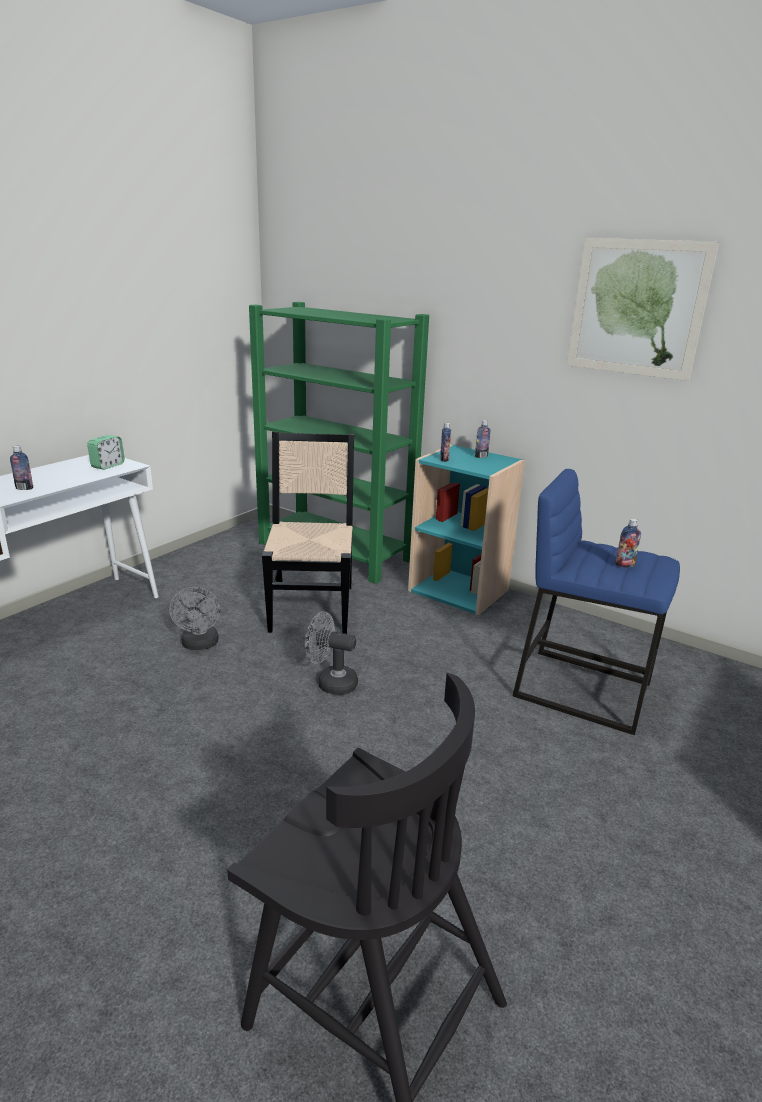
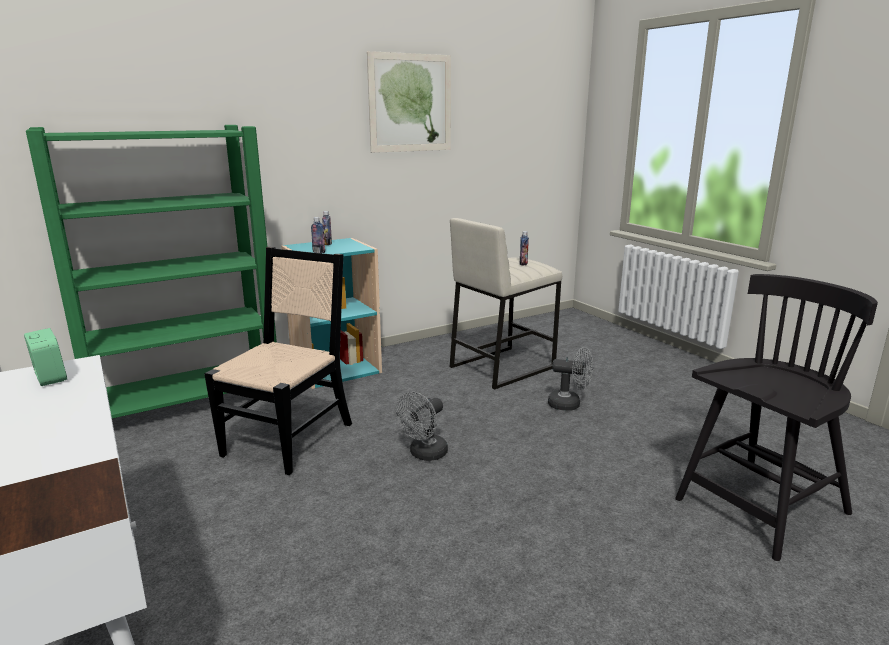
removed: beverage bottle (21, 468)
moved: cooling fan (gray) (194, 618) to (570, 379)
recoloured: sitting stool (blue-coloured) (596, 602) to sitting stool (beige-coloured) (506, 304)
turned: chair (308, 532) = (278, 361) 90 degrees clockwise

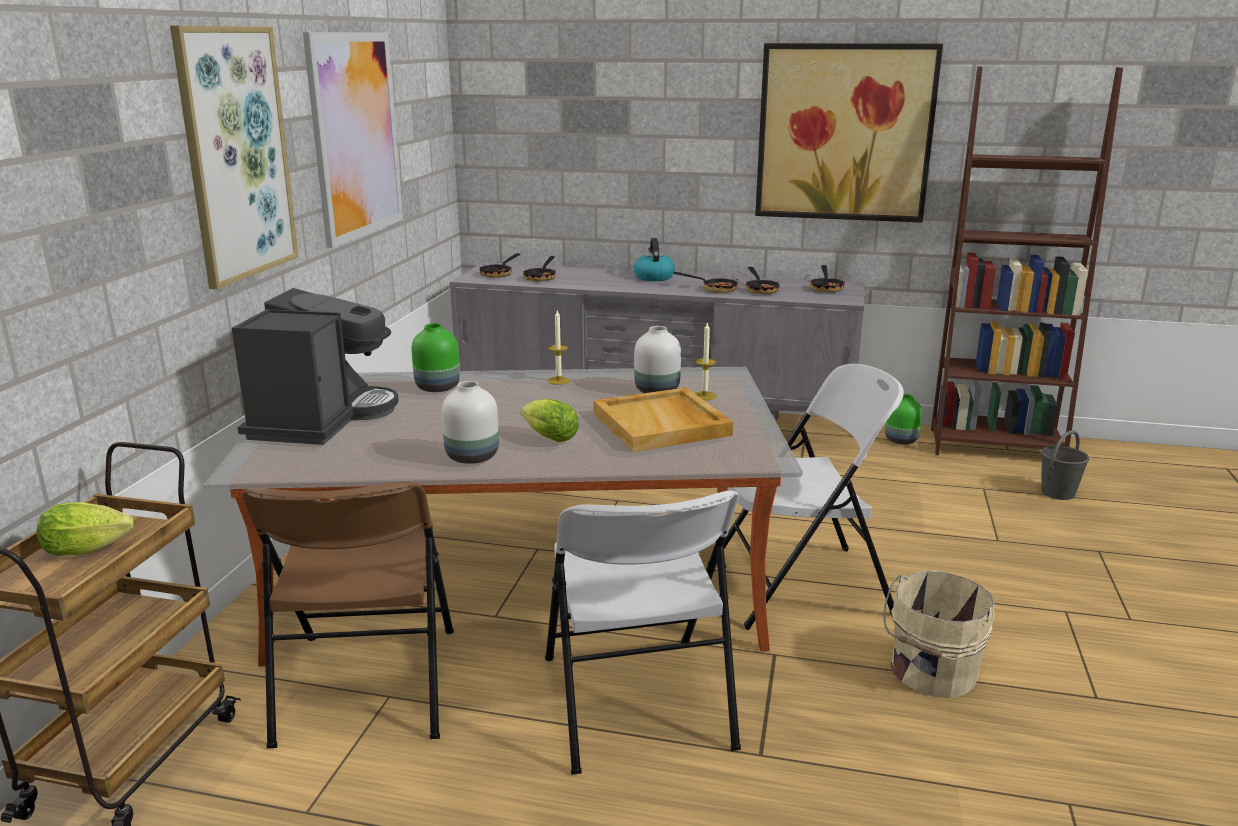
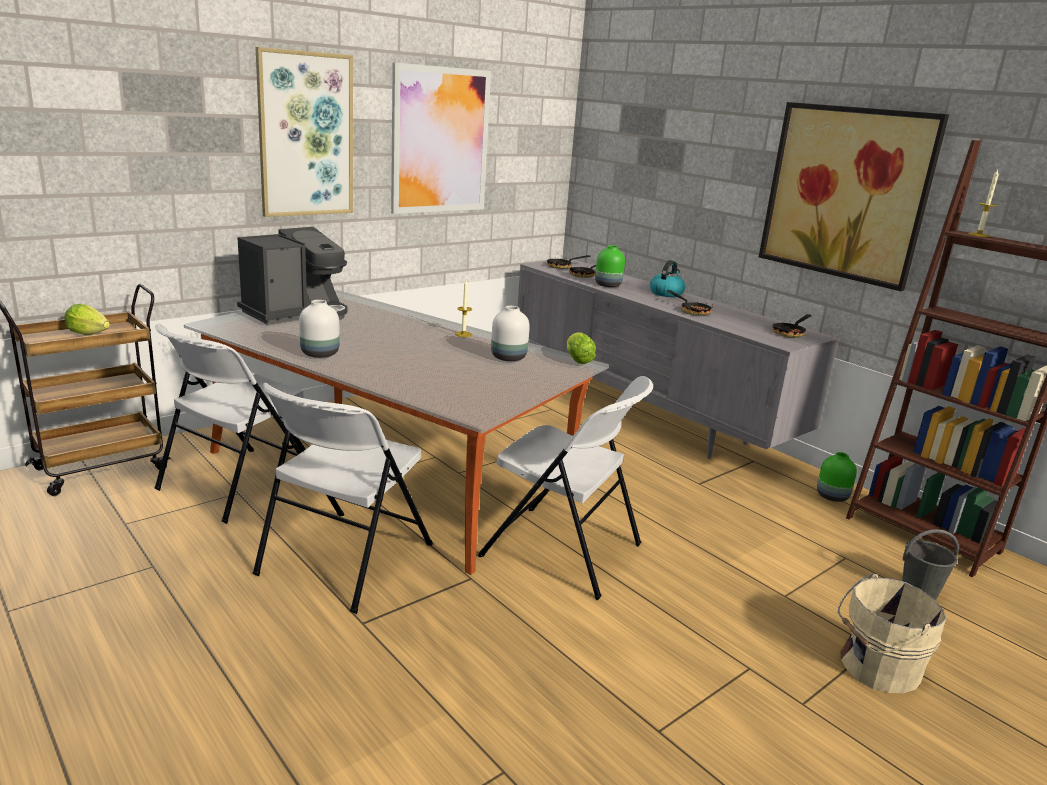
removed: serving tray (beige-coloured) (663, 419); pan (762, 280)
moved: decorative vase (green-coloured) (435, 357) to (610, 266); head of lettuce (550, 420) to (581, 348); candle (706, 361) to (983, 203); bucket (beige-coloured) (939, 634) to (892, 633)
recoloured: chair (brown-coloured) (348, 615) to chair (whitish) (229, 423)

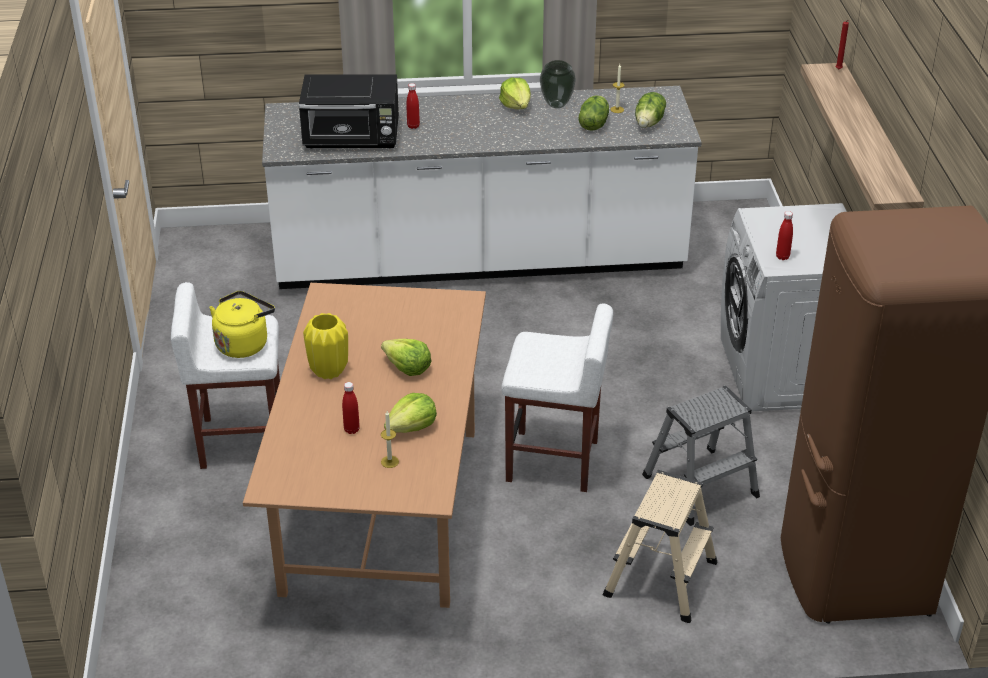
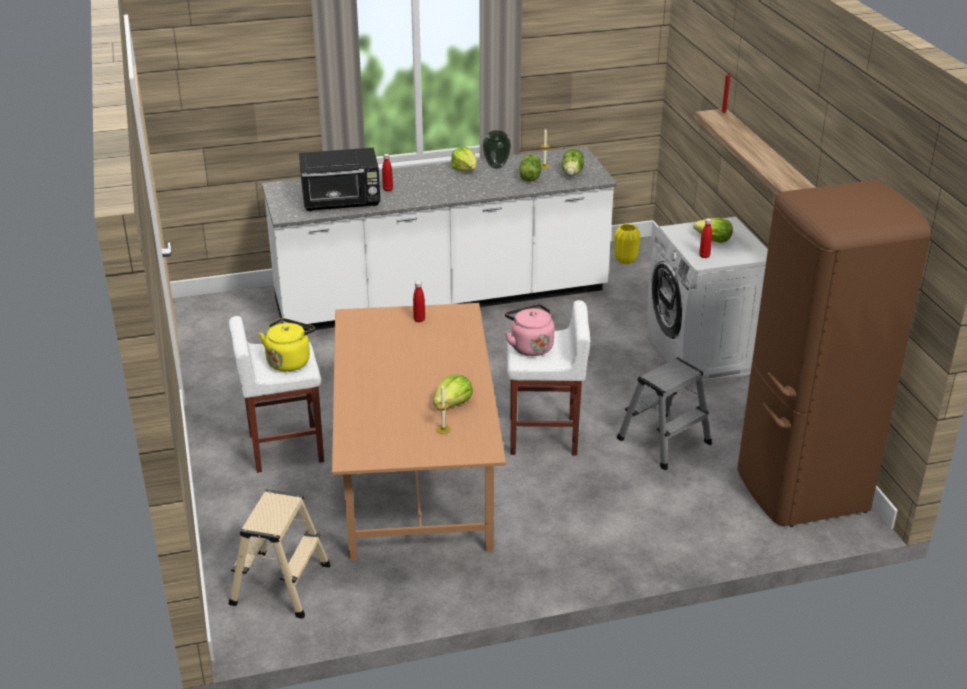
added: tea kettle (pinkish) (530, 330)
moved: decorative vase (yellow-coloured) (325, 346) to (627, 244); beverage bottle (red-coloured) (351, 408) to (419, 301); head of lettuce (406, 357) to (713, 230); step stool (beige-coloured) (660, 546) to (280, 554)

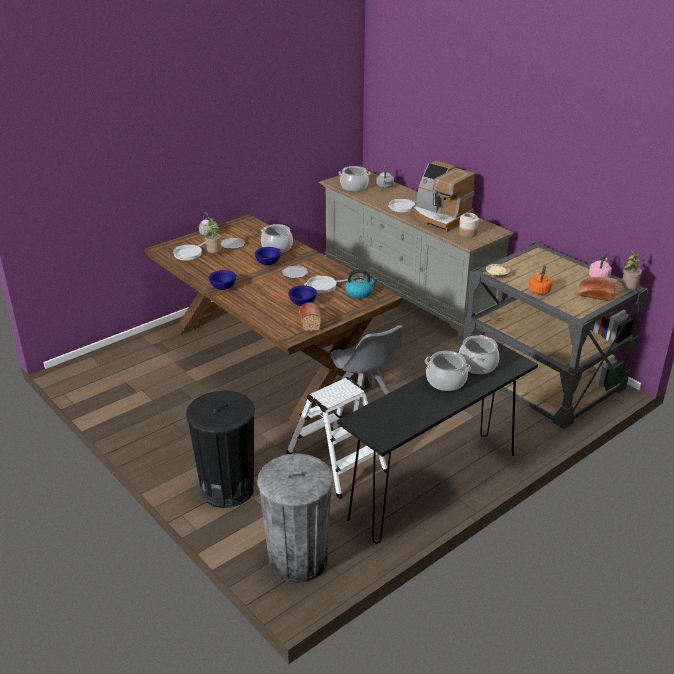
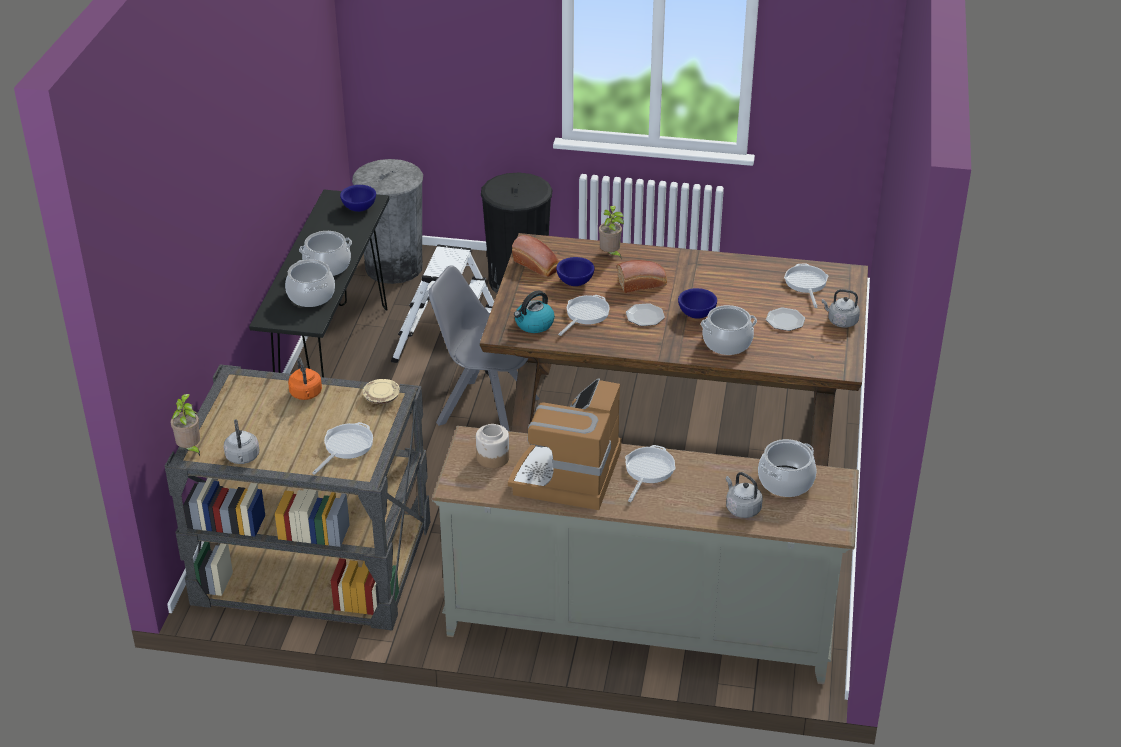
added: pan (342, 448)
moved: houseplant (212, 235) to (611, 233); deep dish (blue-coloured) (222, 280) to (358, 198); bakery bread (597, 289) to (642, 276)
recoloured: tea kettle (pinkish) (600, 265) to tea kettle (gray) (241, 441)
turned: coffee brewer (443, 196) = (565, 444) 75 degrees counterclockwise

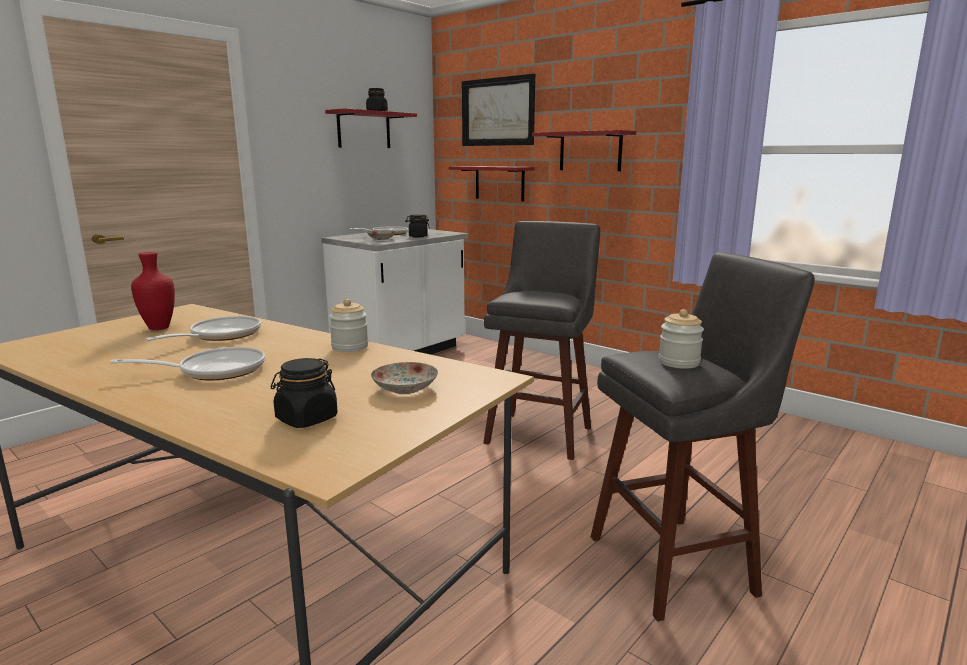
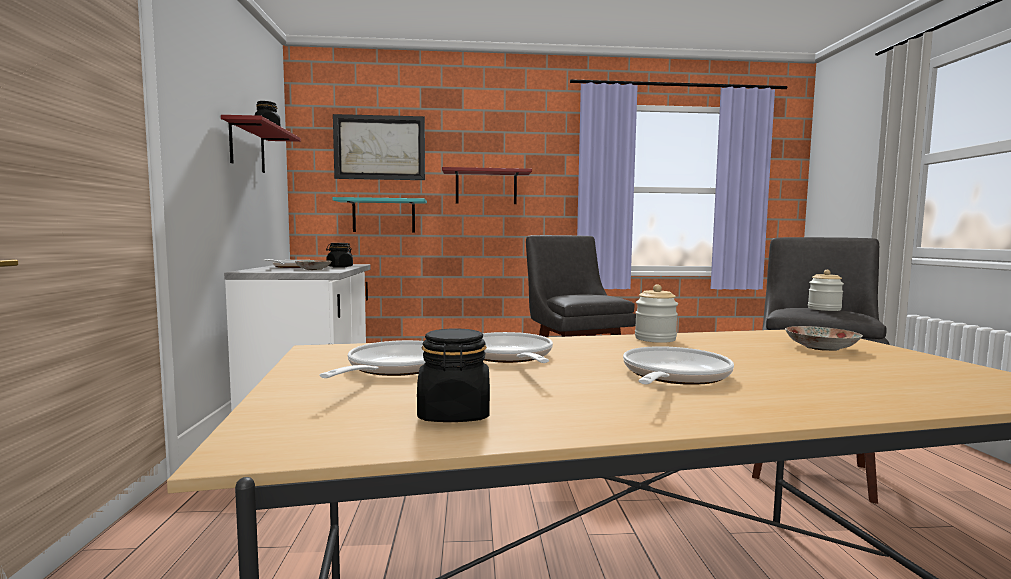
moved: preserve jar (black-coloured) (304, 393) to (453, 375)
replaced: decorative vase (red-coloured) (153, 291) to pan (372, 359)
recoloured: bracket shelf (red-coloured) (492, 183) to bracket shelf (blue-green) (380, 215)

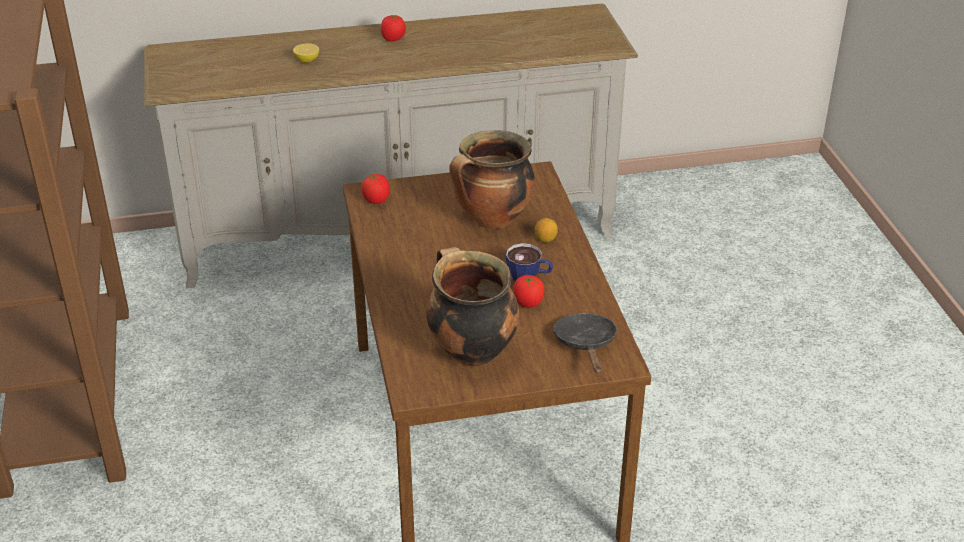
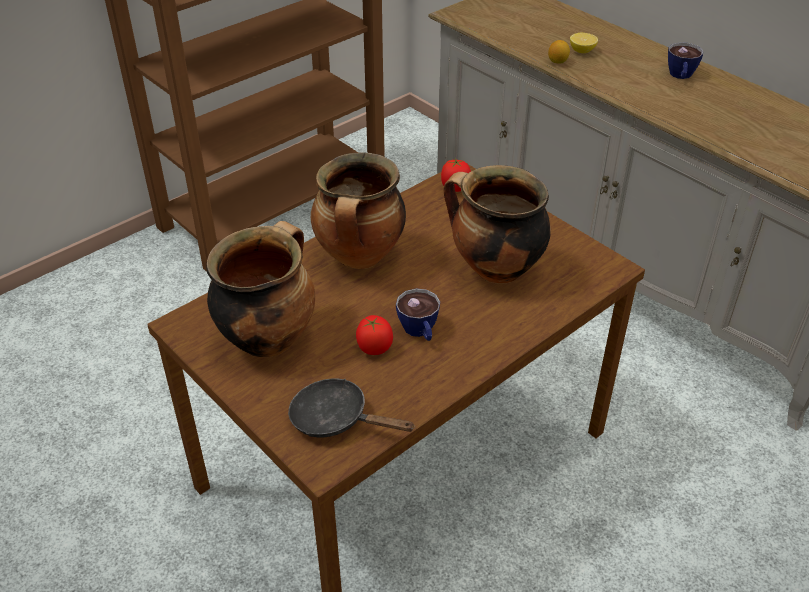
added: stockpot (358, 210)
moved: lemon (546, 230) to (559, 52)
replaced: whole tomato (393, 28) to drinking cup (685, 60)
turned: pan (black-coloured) (585, 343) = (351, 408) 120 degrees counterclockwise

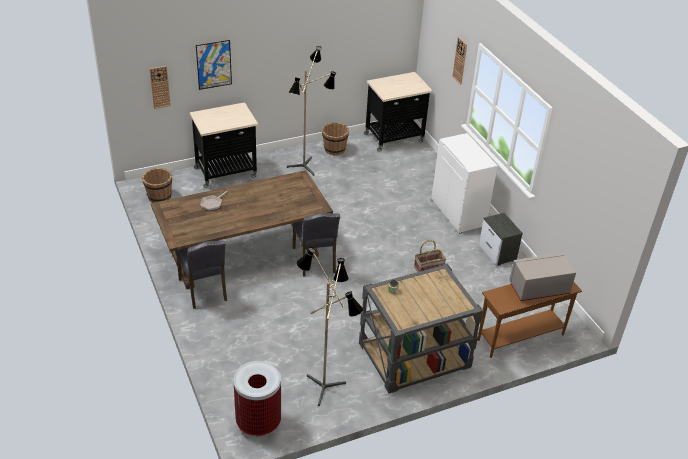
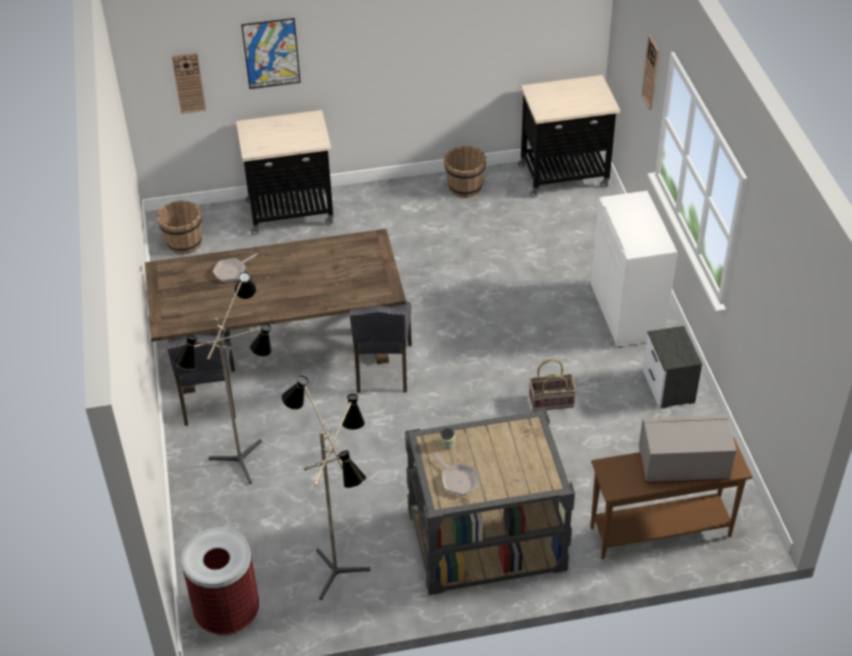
added: pan (456, 475)
moved: standing lamp (311, 111) to (223, 378)

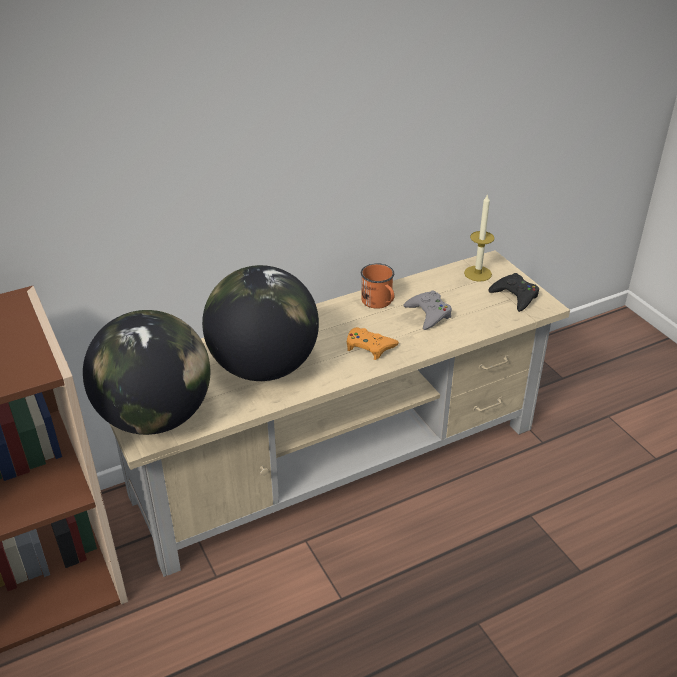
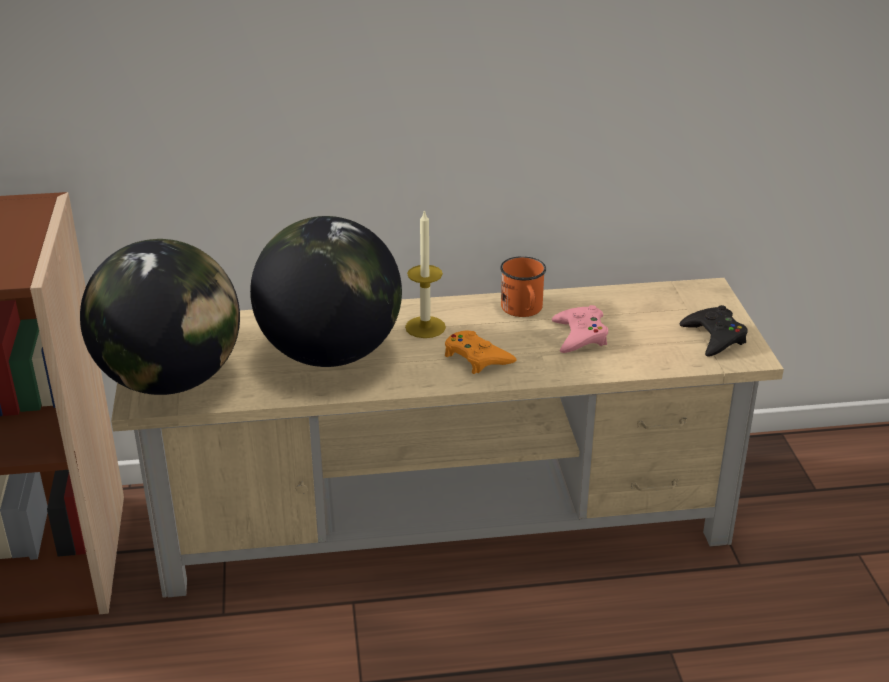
moved: candle (479, 238) to (425, 273)
recoloured: gamepad (gray) (428, 310) to gamepad (pinkish) (580, 329)

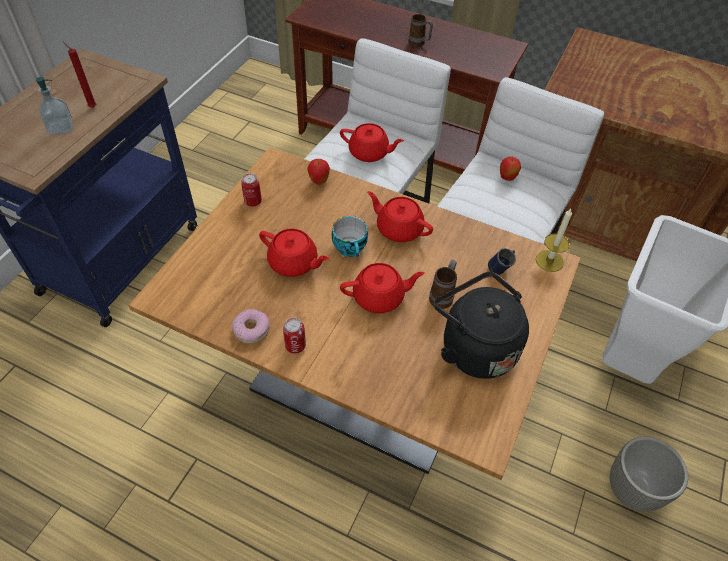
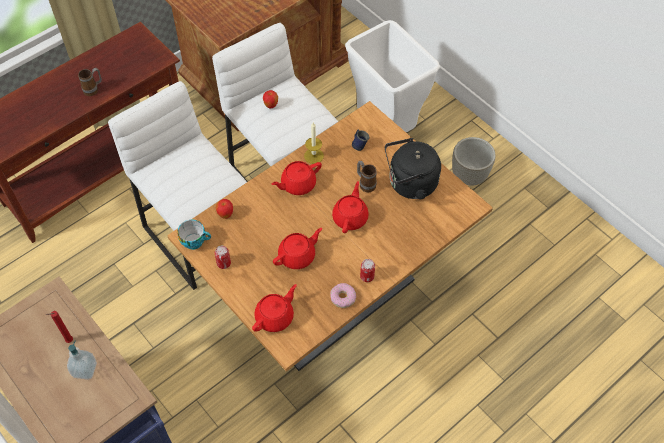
moved: drinking cup (349, 236) to (194, 235); tea pot (red-coloured) (372, 142) to (274, 308); candle (554, 240) to (314, 143)

